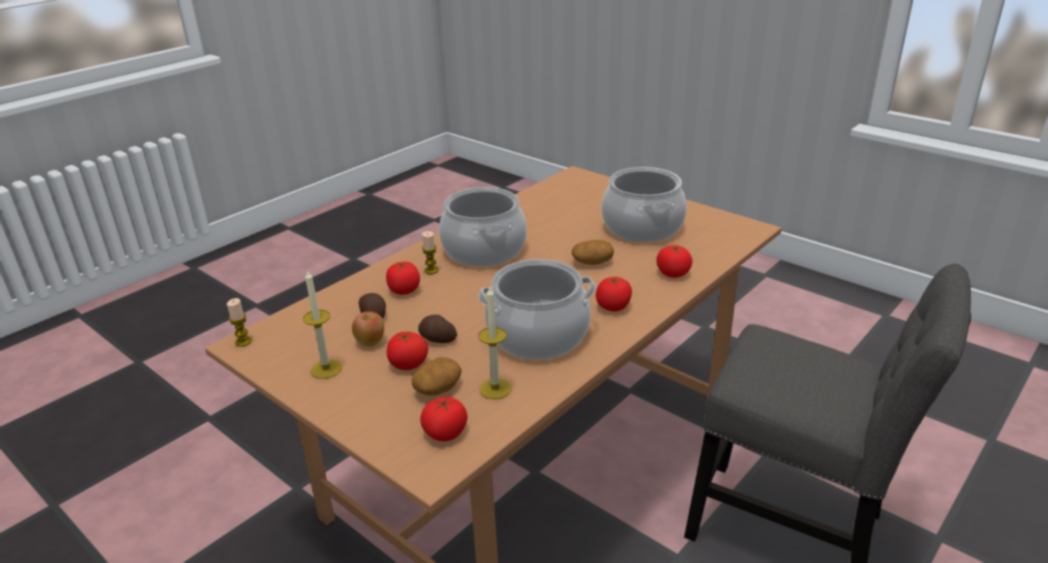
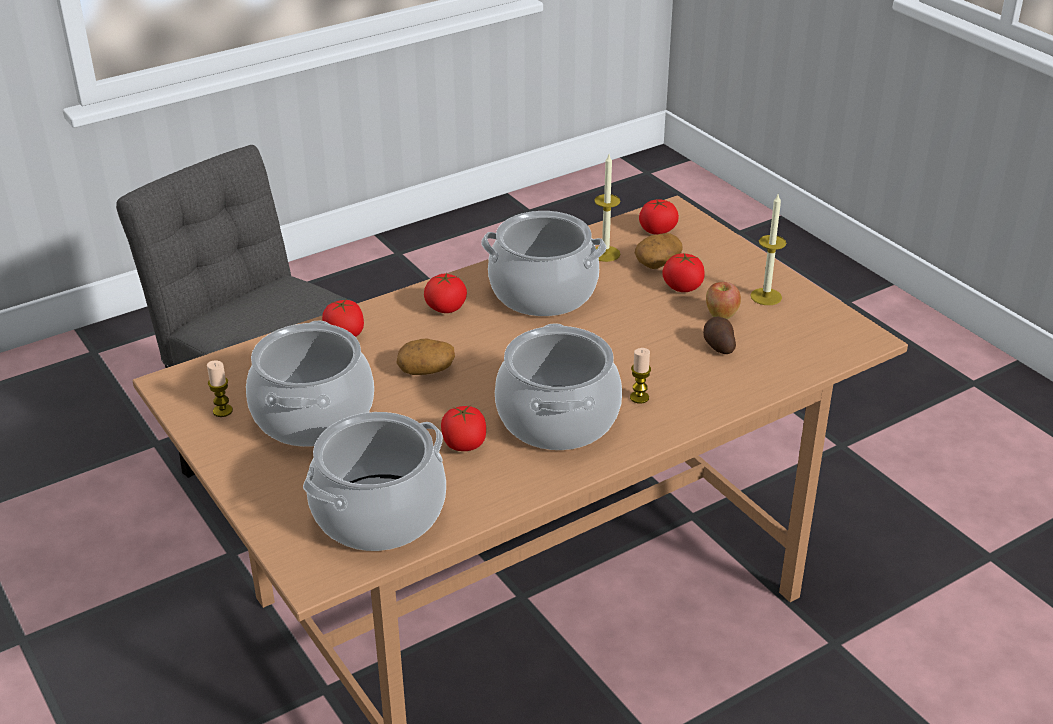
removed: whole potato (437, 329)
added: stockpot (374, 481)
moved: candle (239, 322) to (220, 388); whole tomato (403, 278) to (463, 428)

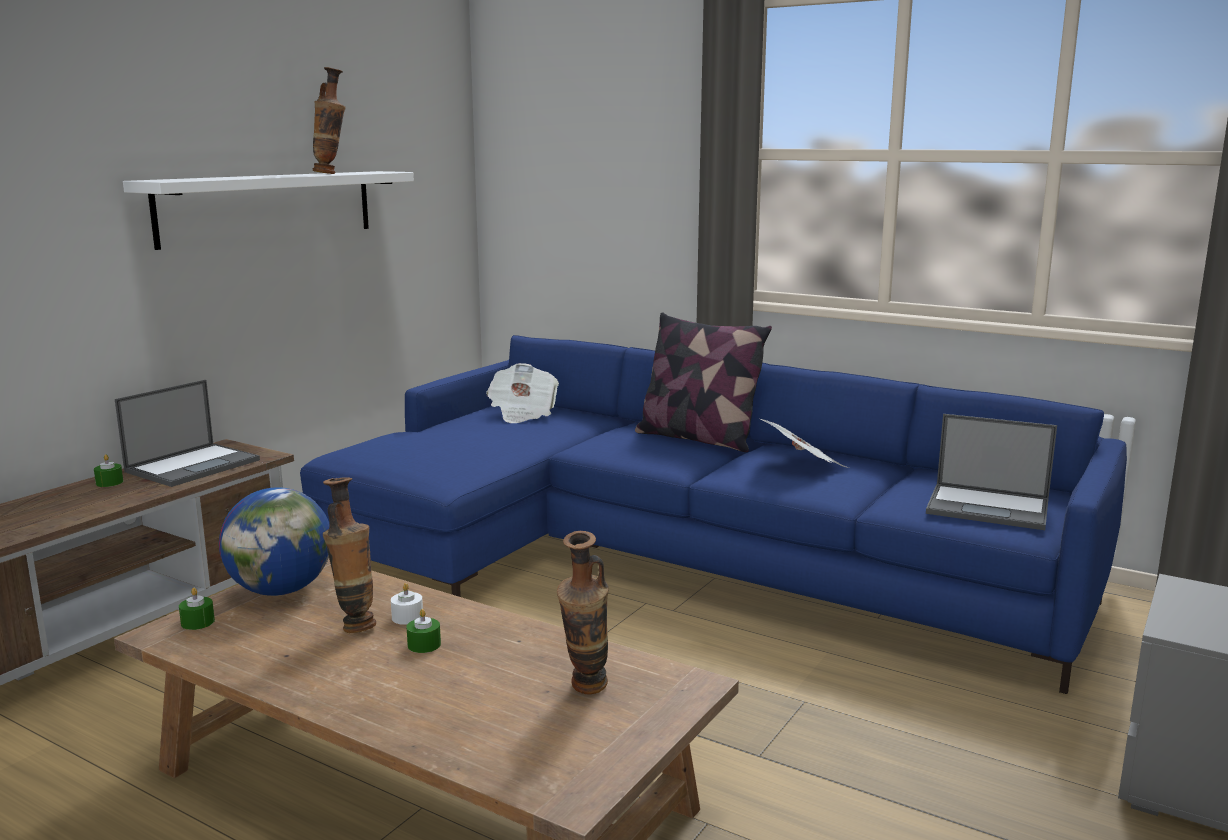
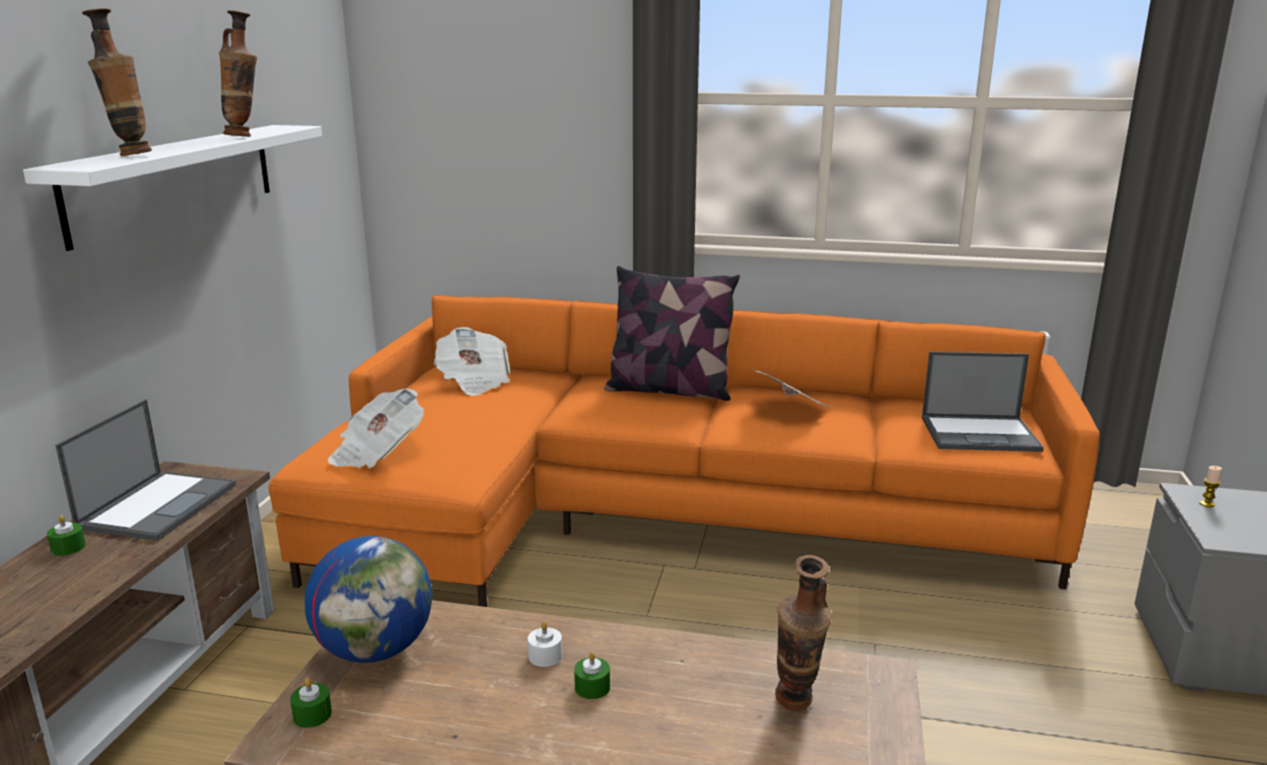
added: printed paper (376, 428); candle (1210, 486)
moved: decorative vase (349, 555) to (117, 82)
recoloured: couch (blue-coloured) (713, 514) to couch (orangey) (684, 451)

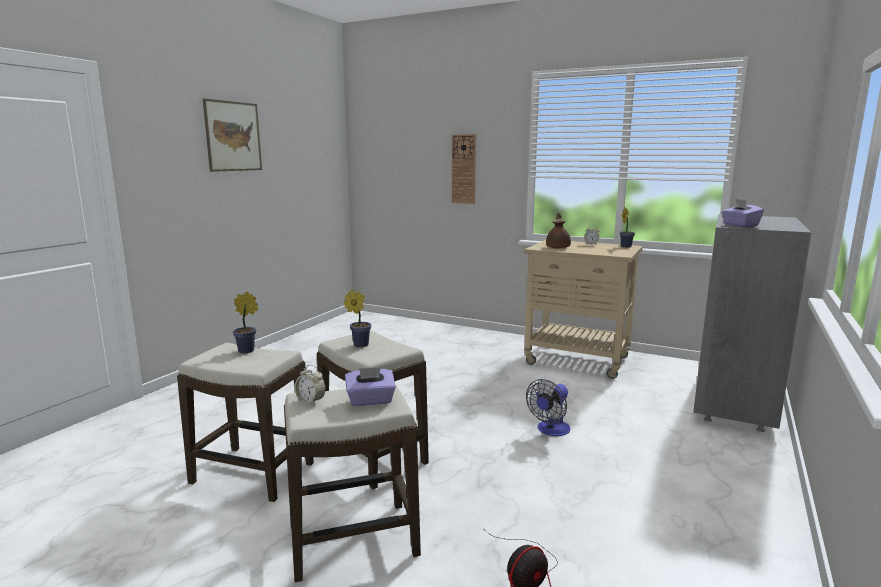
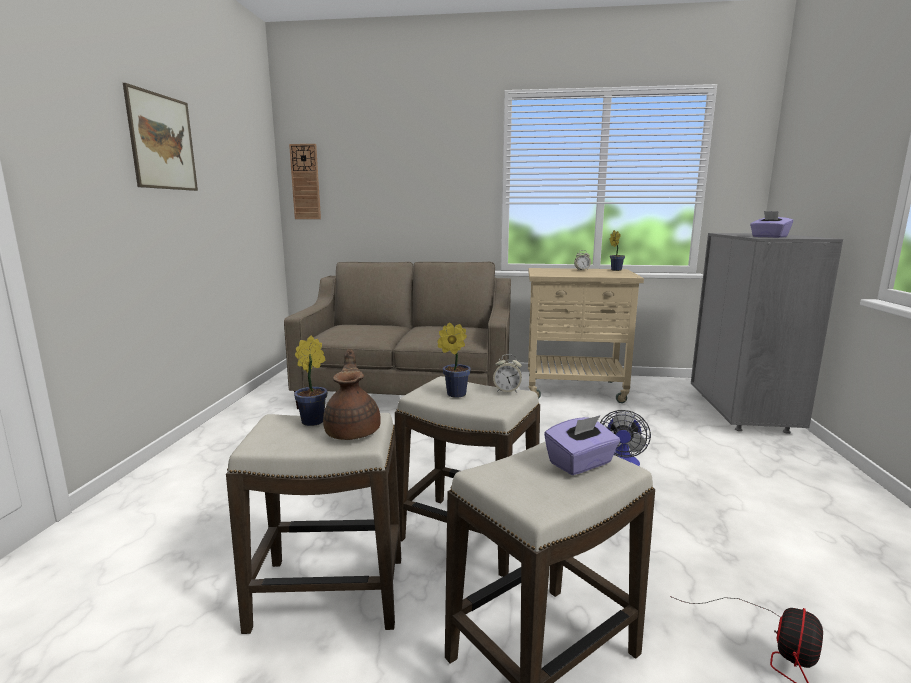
added: couch (beige-coloured) (397, 335)
moved: alarm clock (310, 385) to (507, 373); clock on the wall (464, 169) to (305, 181); tea pot (brown-coloured) (558, 231) to (352, 394)

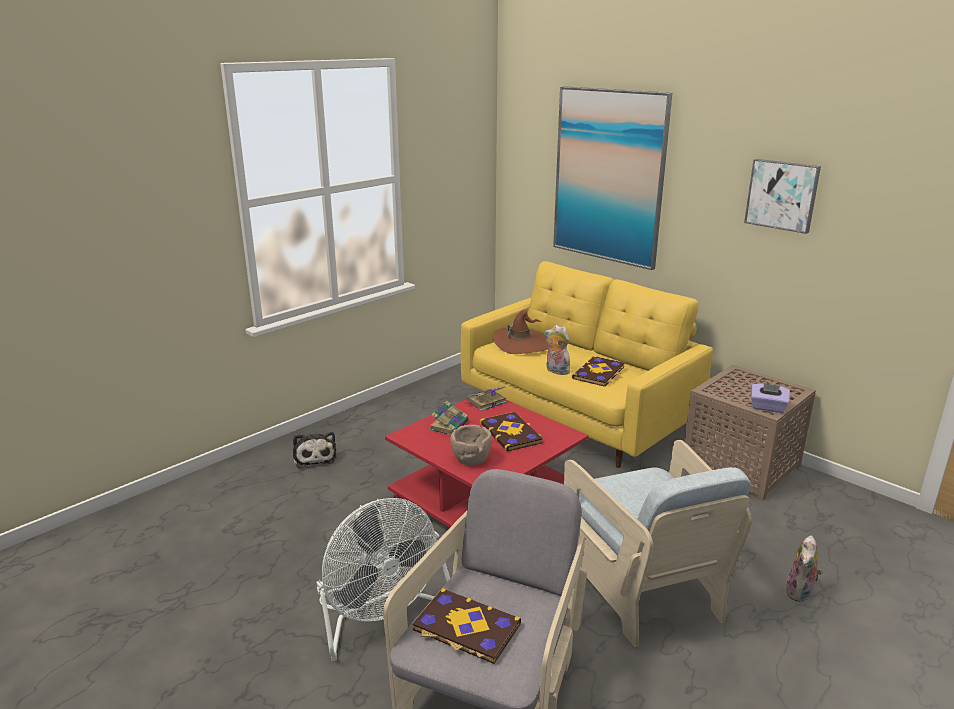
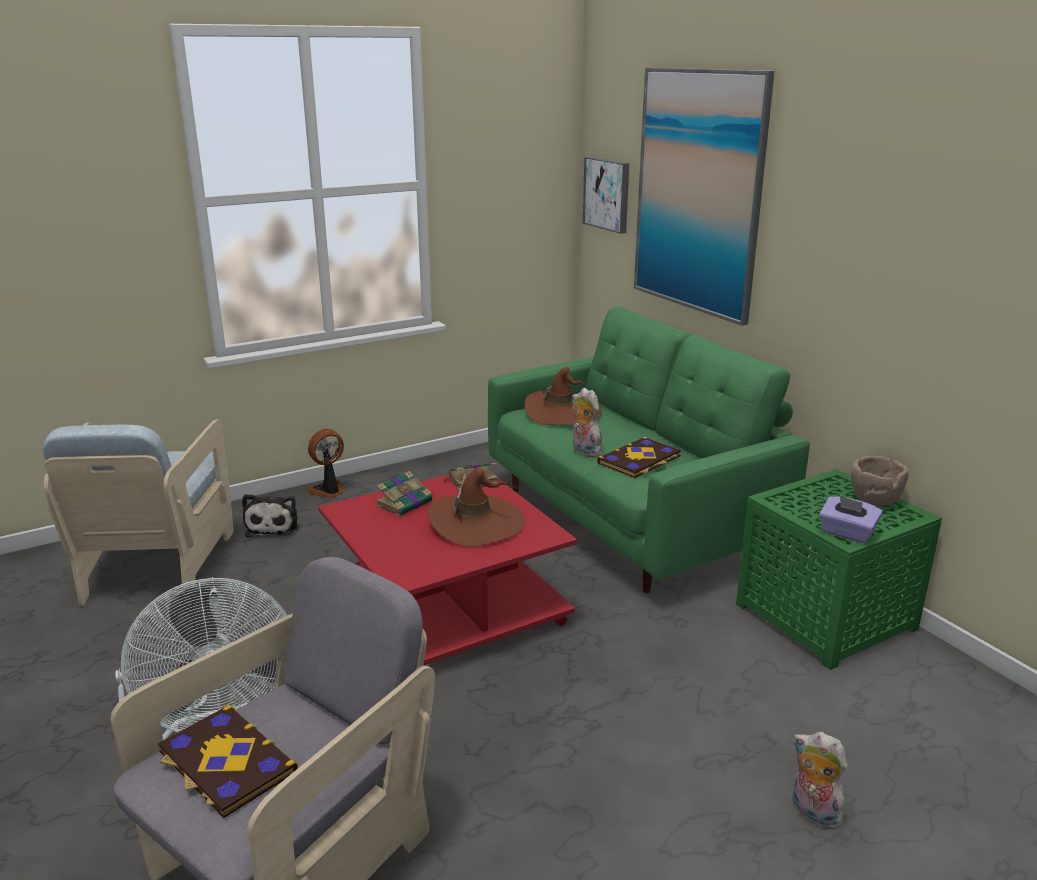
added: cooling fan (325, 463)
moved: deep dish (brown-coloured) (471, 445) to (879, 481); easy chair (beige-coloured) (658, 543) to (138, 513); wall picture (782, 196) to (606, 195)
replaced: bound book (511, 432) to wearable hat (brown-coloured) (476, 507)
recoloured: couch (yellow-coloured) (587, 364) to couch (green-coloured) (649, 450); end table (brown-coloured) (750, 433) to end table (green-coloured) (839, 569)
turned: soft toy (803, 568) = (820, 780) 90 degrees clockwise

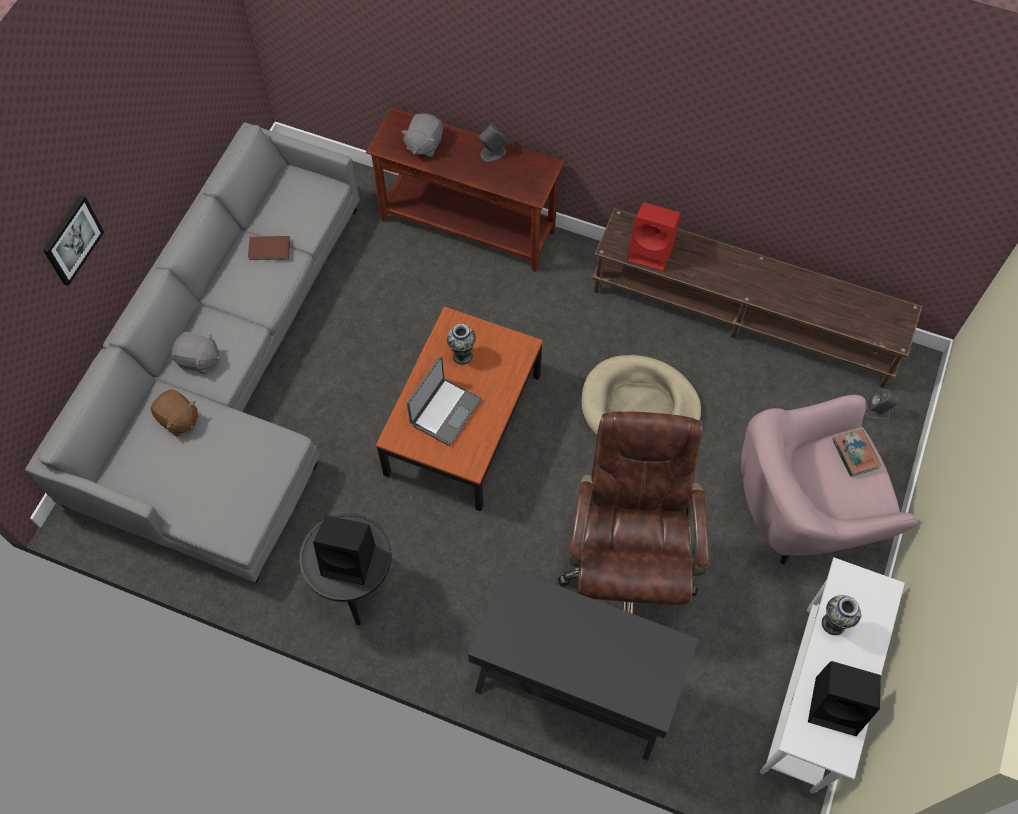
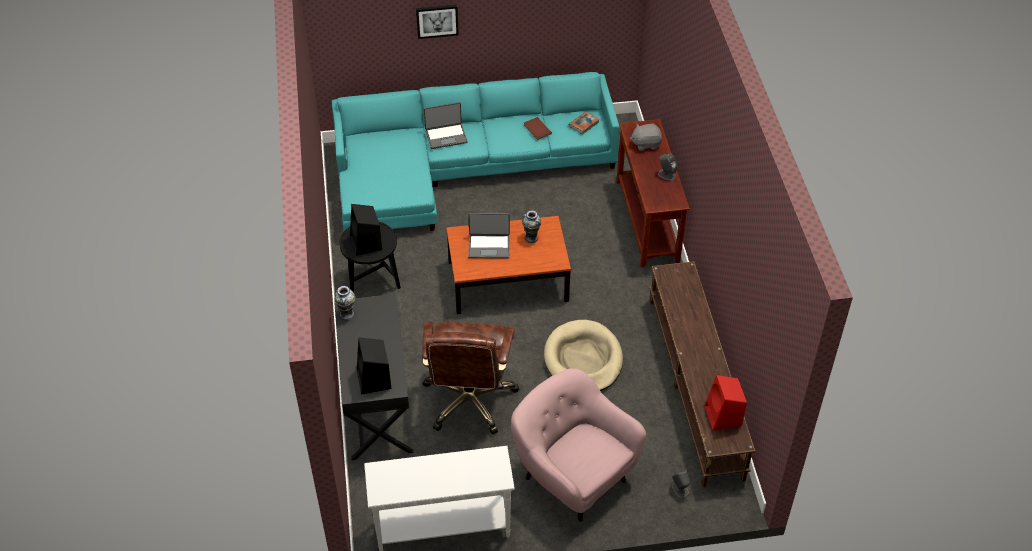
removed: soft toy (brown-coloured) (175, 413)
moved: audio speaker (red-coloured) (654, 237) to (726, 403); audio speaker (black-coloured) (844, 698) to (374, 365); decorative vase (841, 615) to (344, 303); bound book (856, 453) to (584, 122)
replaced: soft toy (gray) (195, 353) to laptop (446, 125)
recoloured: couch (gray) (192, 352) to couch (blue-green) (476, 152)
turned: desk chair (brown-coloured) (633, 513) = (470, 377) 120 degrees clockwise

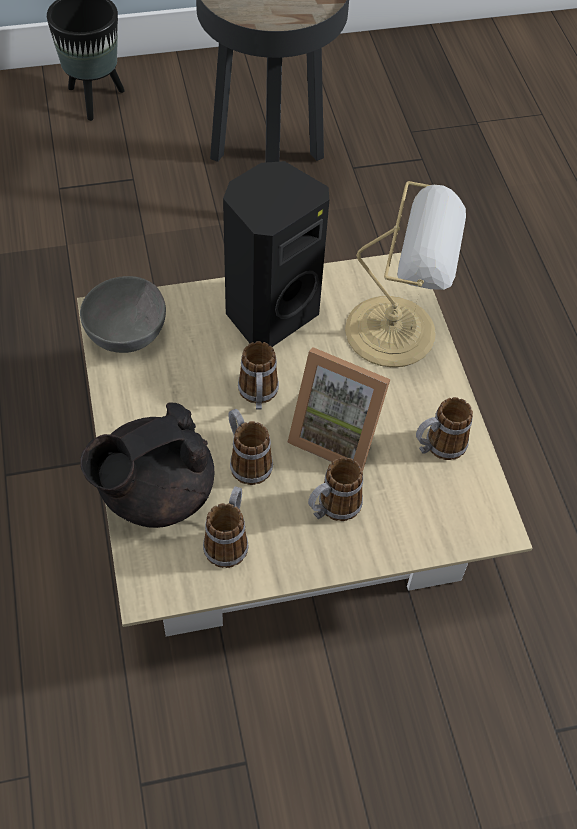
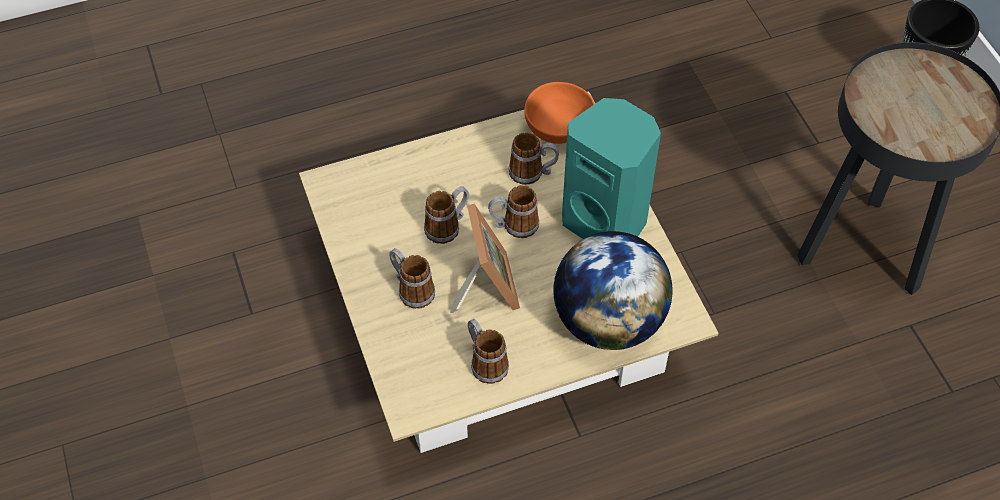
removed: tea pot (black-coloured) (147, 465)
moved: coffee mug (226, 527) to (534, 158)
replaced: lamp for a table (405, 274) to desk globe (613, 290)
recoloured: deep dish (gray) (123, 314) to deep dish (orangey) (559, 113); audio speaker (black-coloured) (276, 254) to audio speaker (blue-green) (611, 168)
turned: standing frame (339, 409) = (485, 258) 150 degrees clockwise

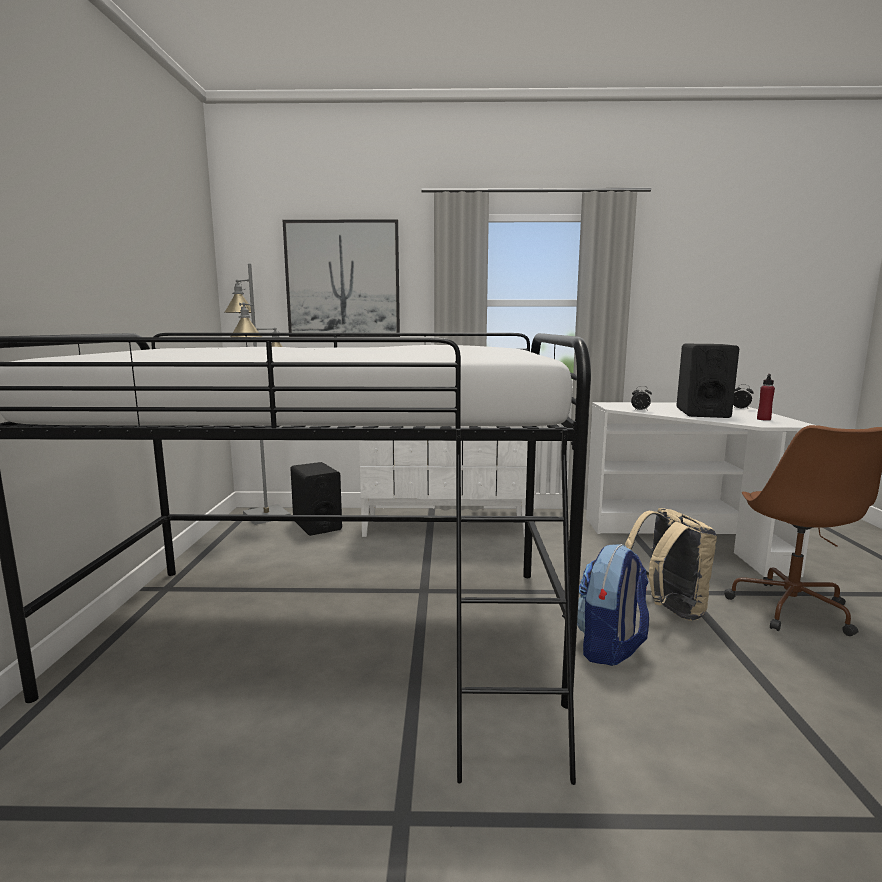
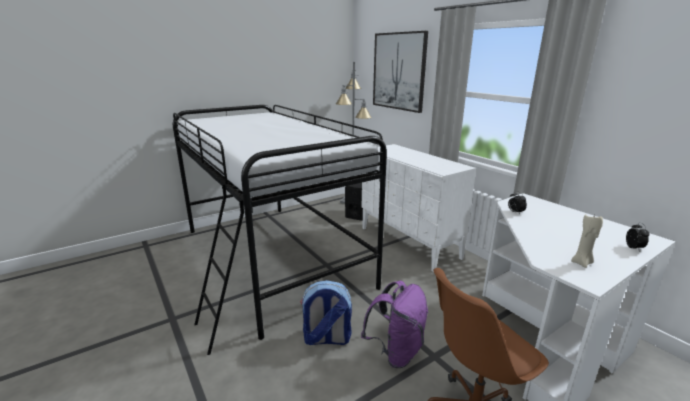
removed: audio speaker (black-coloured) (707, 381)
replaced: beverage bottle (red-coloured) (766, 397) to candle (beige-coloured) (587, 241)
recoloured: backpack (beige-coloured) (671, 564) to backpack (purple) (394, 324)

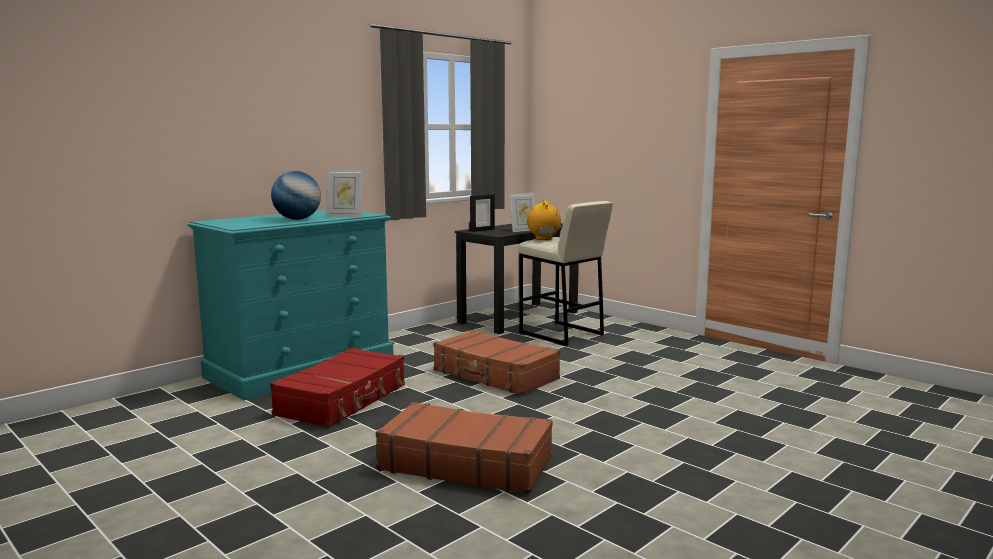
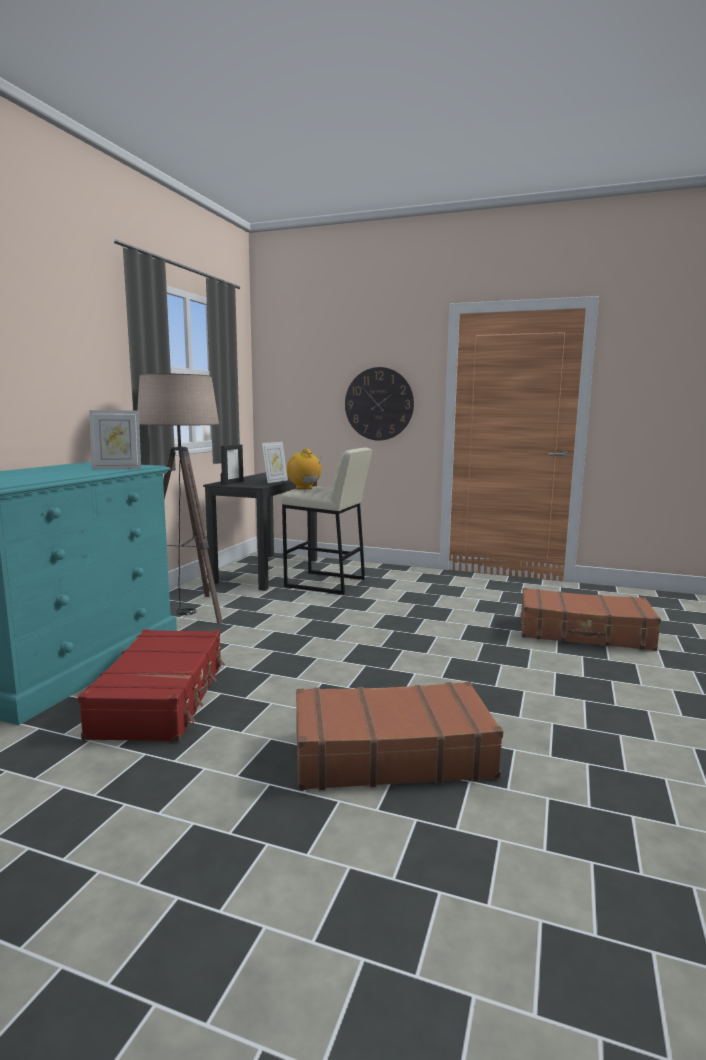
removed: desk globe (296, 195)
added: standing lamp (180, 498); clock on the wall (379, 404)
moved: piece of luggage (brown-coloured) (497, 362) to (591, 619)

